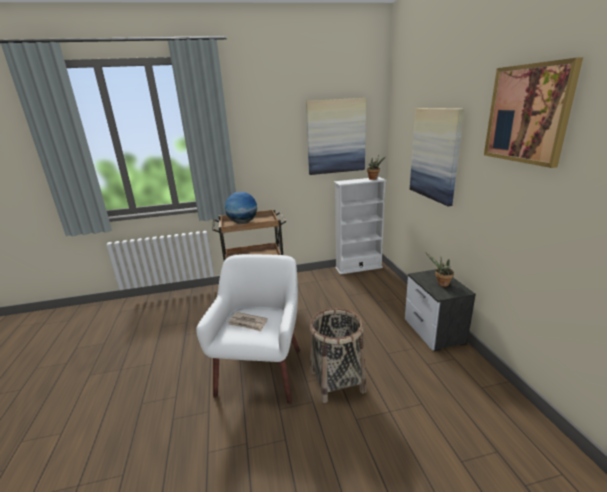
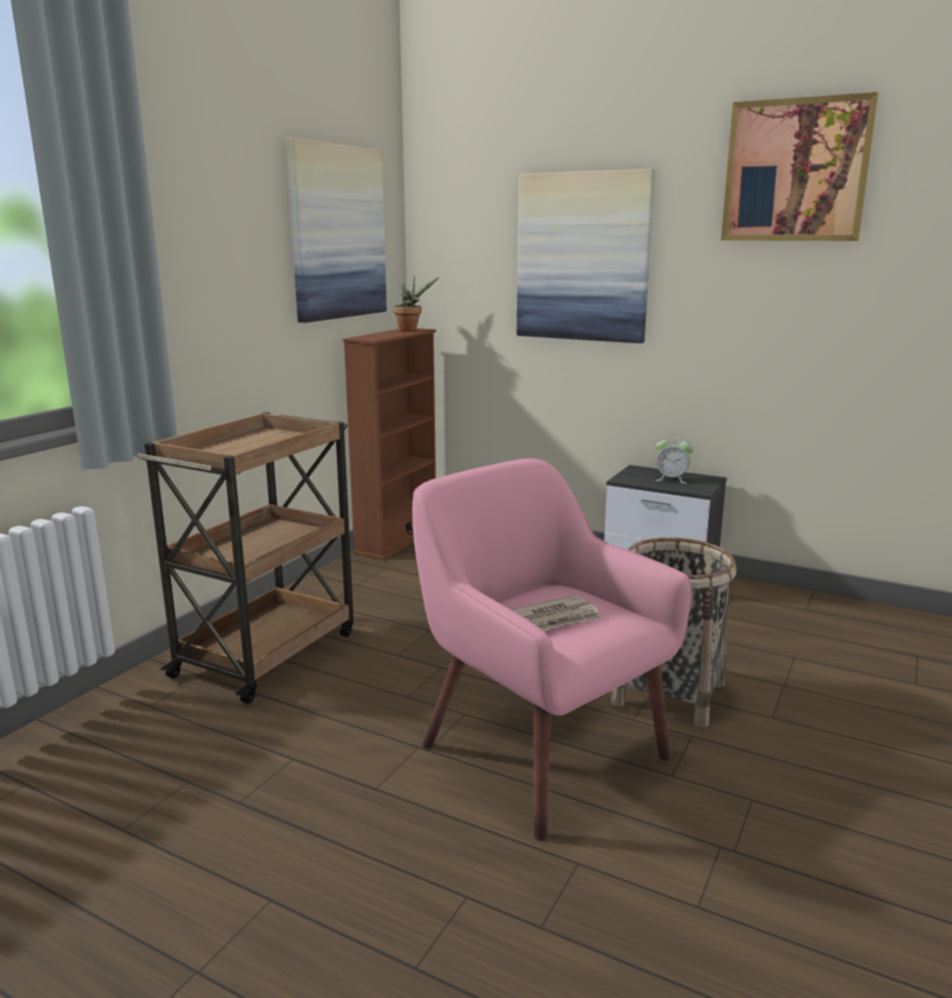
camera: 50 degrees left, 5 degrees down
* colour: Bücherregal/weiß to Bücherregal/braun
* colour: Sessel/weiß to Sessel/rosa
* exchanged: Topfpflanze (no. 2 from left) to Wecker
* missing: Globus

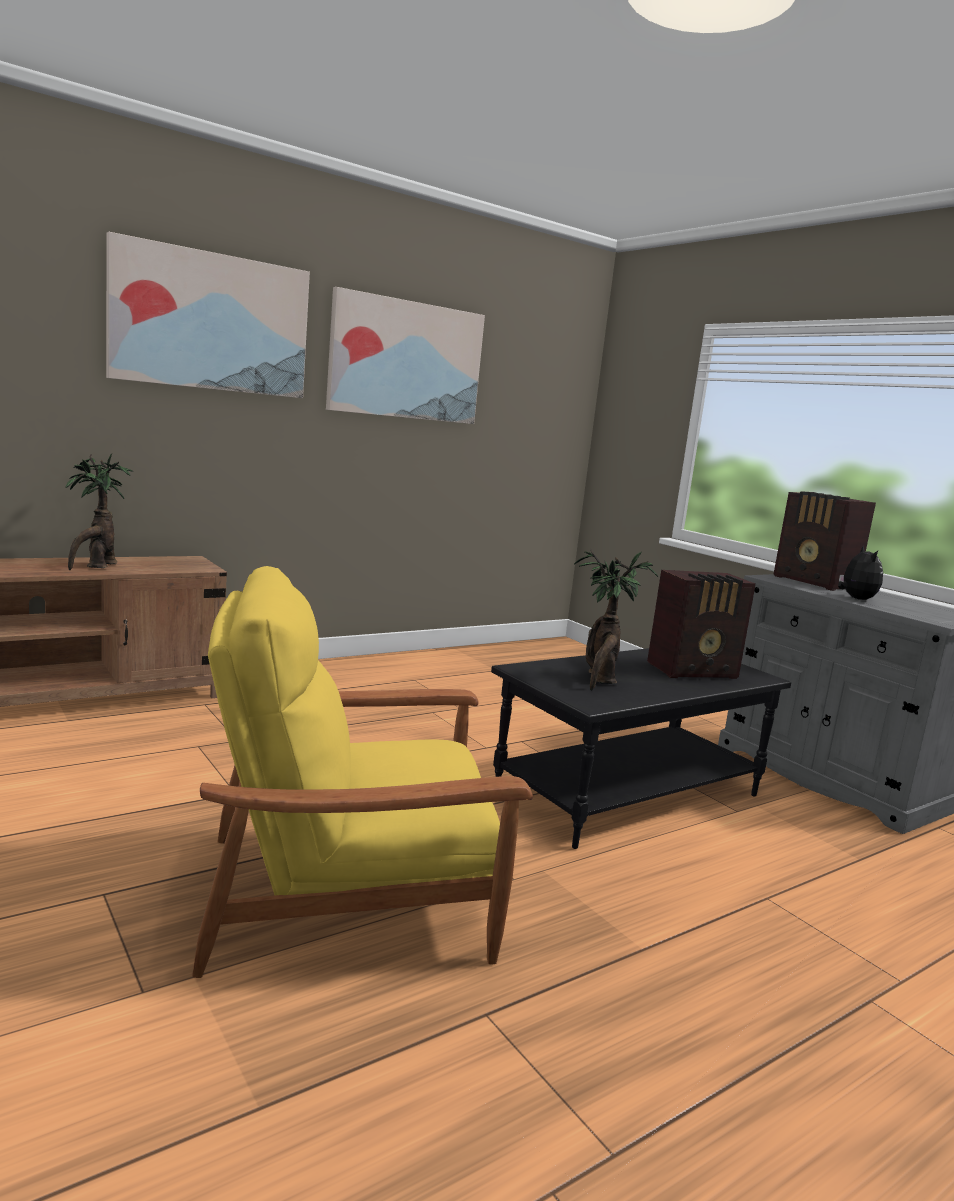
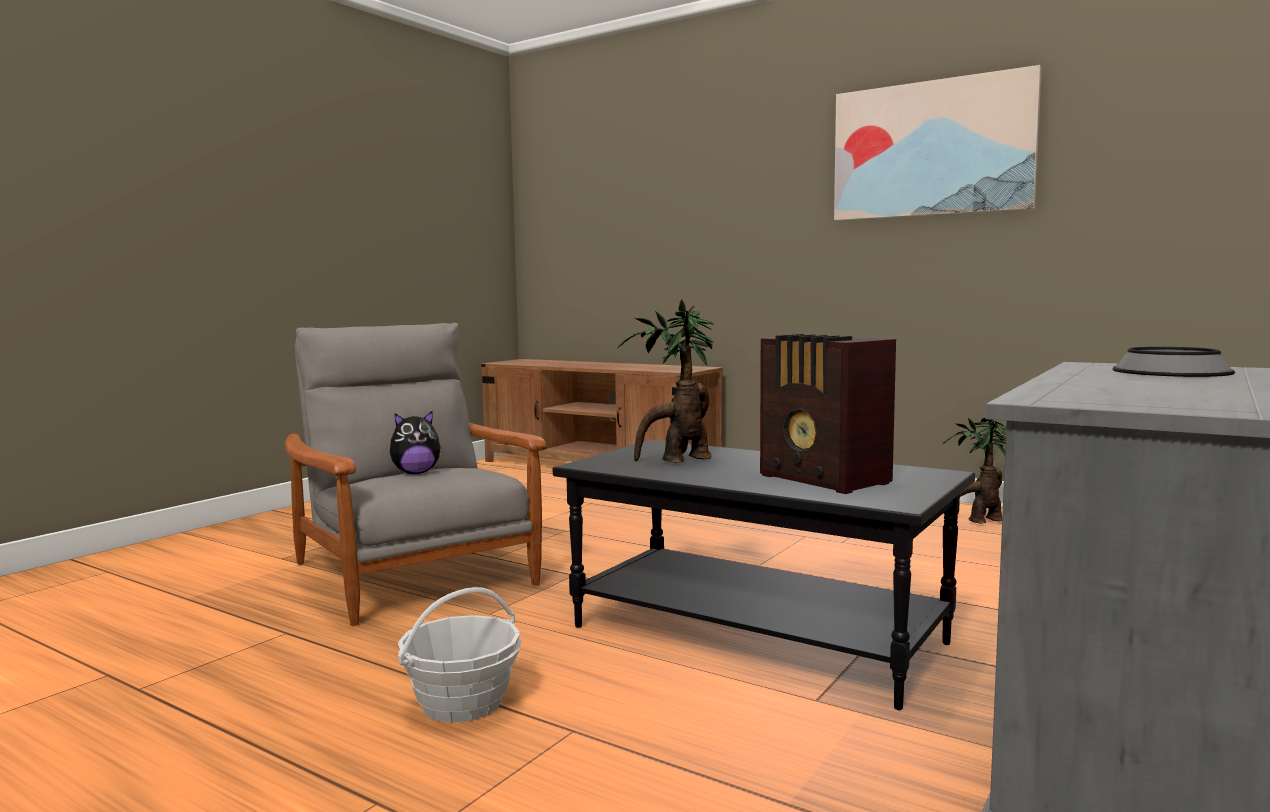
camera: 70 degrees right, 5 degrees down
* colour: Sessel/gelb to Sessel/grau
* relocated: Plüschtier
* appeared: Korb
* relocated: Topfpflanze (no. 1 from left in the first image) to Topfpflanze (no. 2 from left)
* exchanged: Radio (no. 2 from left) to Schüssel
* missing: Bild (no. 1 from left)

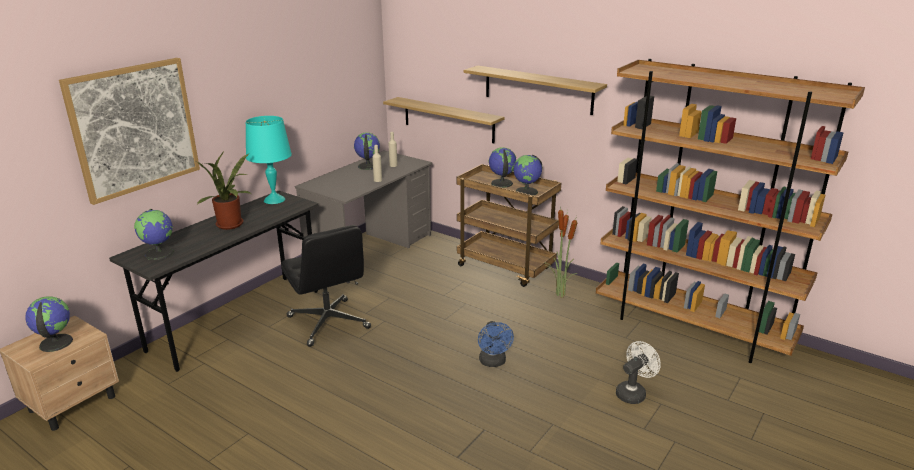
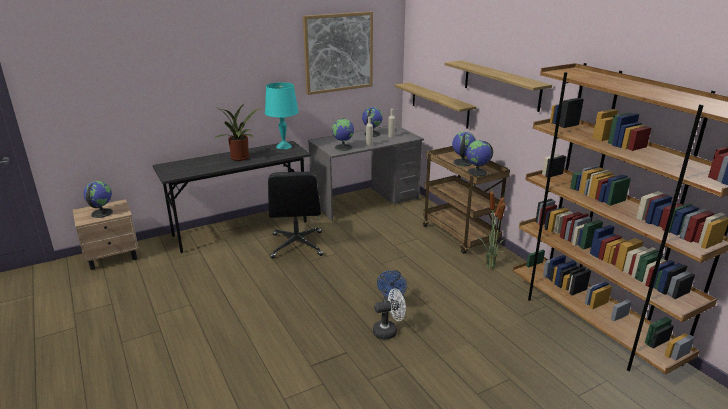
camera: 25 degrees right, 0 degrees up
* relocated: Bild
* relocated: Globus (no. 2 from left)
* relocated: Ventilator/weiß

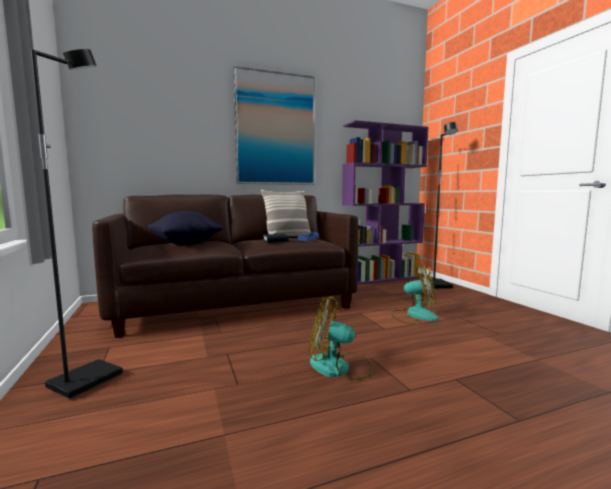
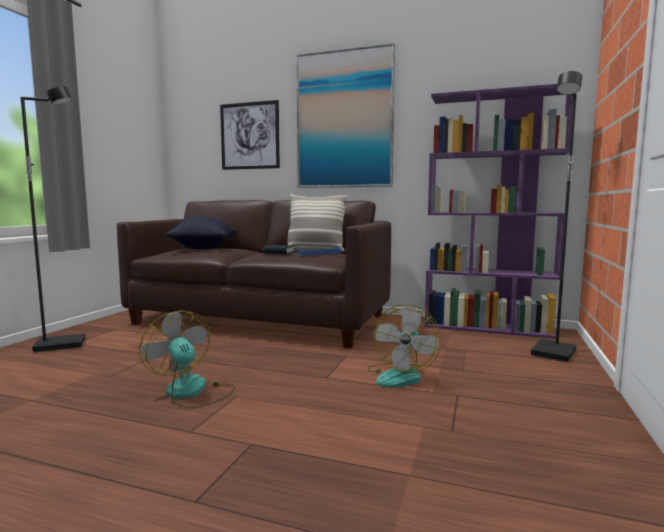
camera: 40 degrees right, 0 degrees up
* appeared: Bild (no. 1 from left)
* spun: Ventilator (no. 2 from left) 60 degrees clockwise

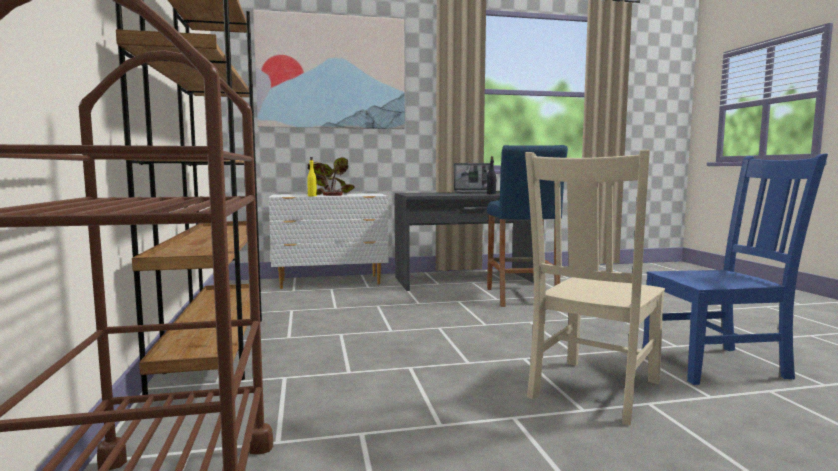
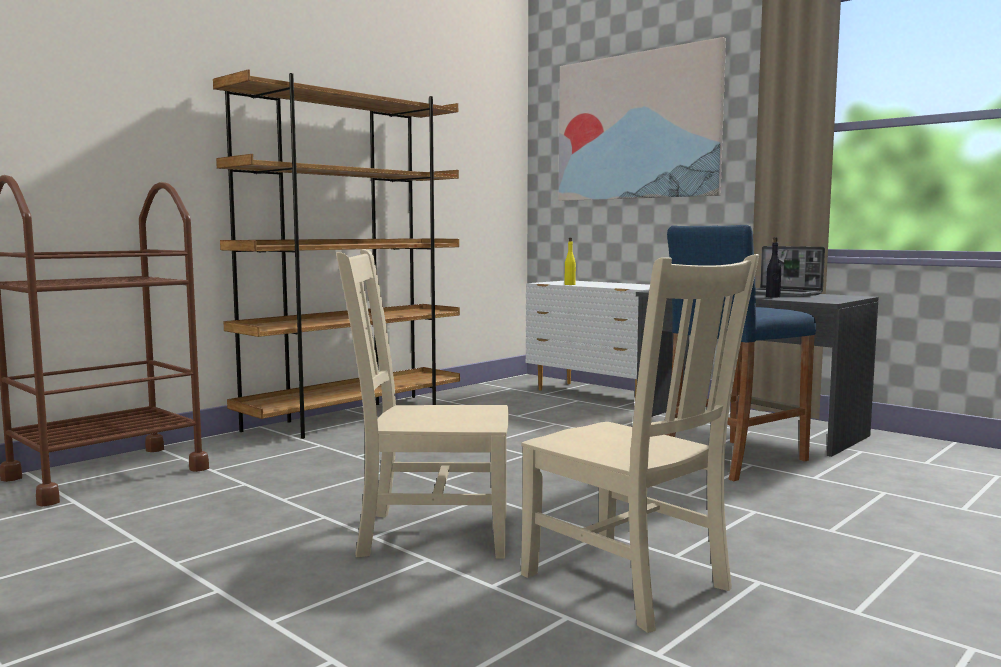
camera: 55 degrees right, 0 degrees up
* colour: Stuhl/blau to Stuhl/beige (no. 2 from left)
* missing: Topfpflanze

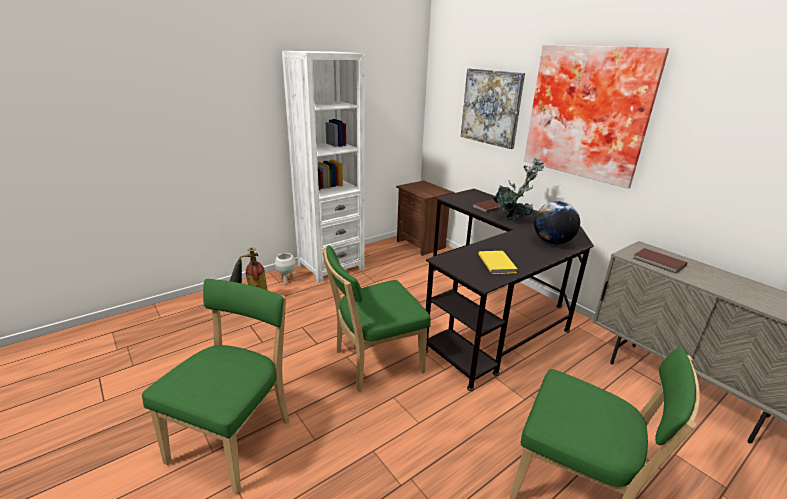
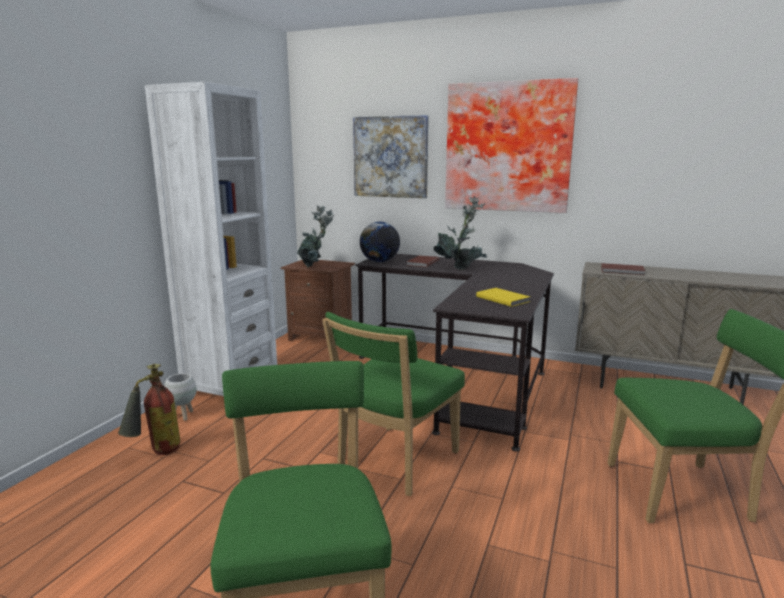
camera: 30 degrees left, 10 degrees down
* appeared: Topfpflanze (no. 1 from left)
* relocated: Globus

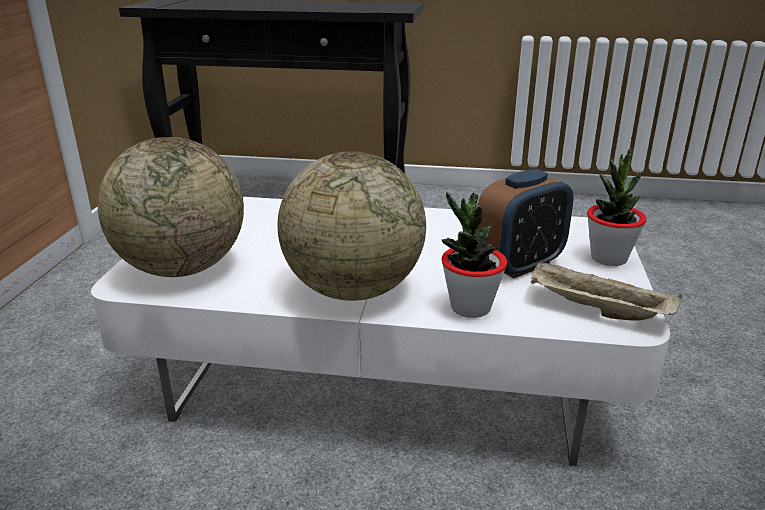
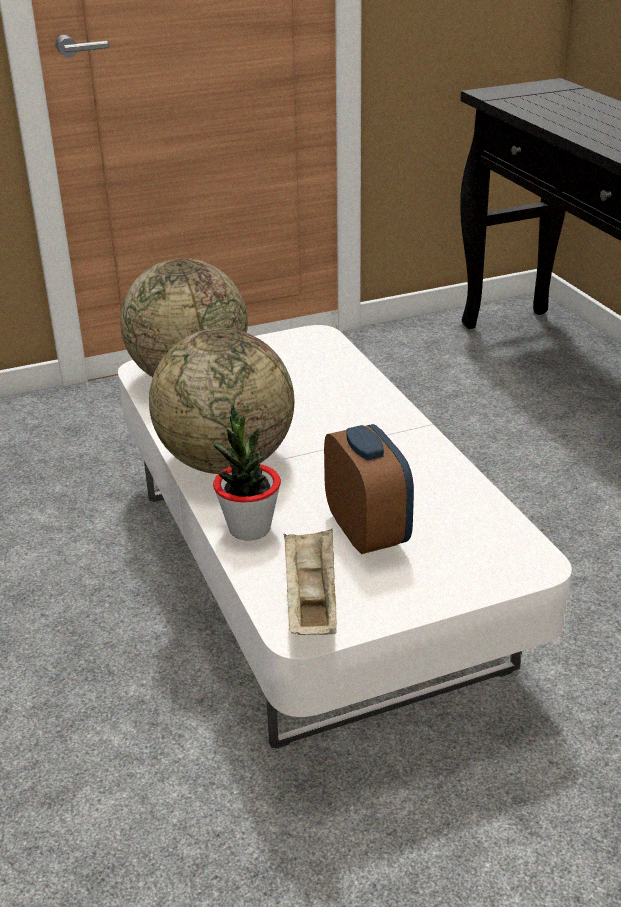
camera: 60 degrees right, 5 degrees up
* spun: Wecker 135 degrees counterclockwise
* missing: Topfpflanze (no. 2 from left)

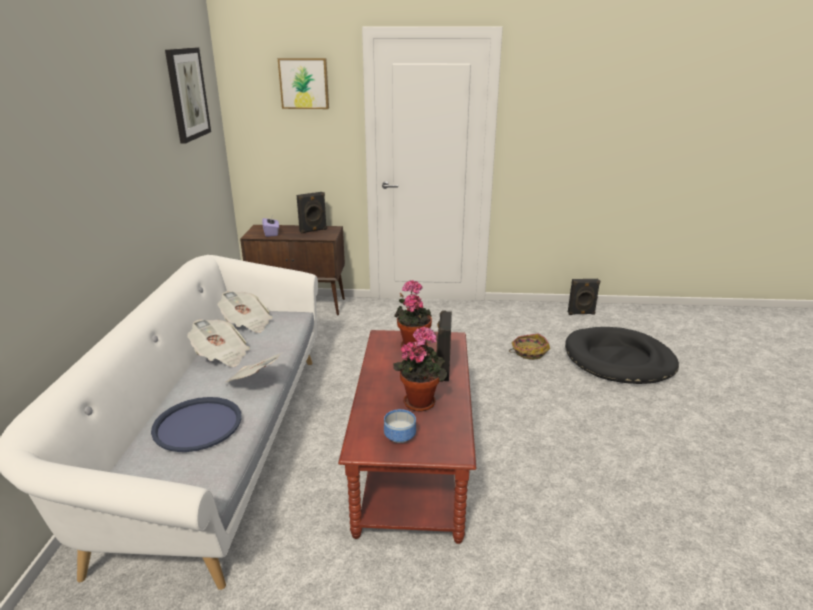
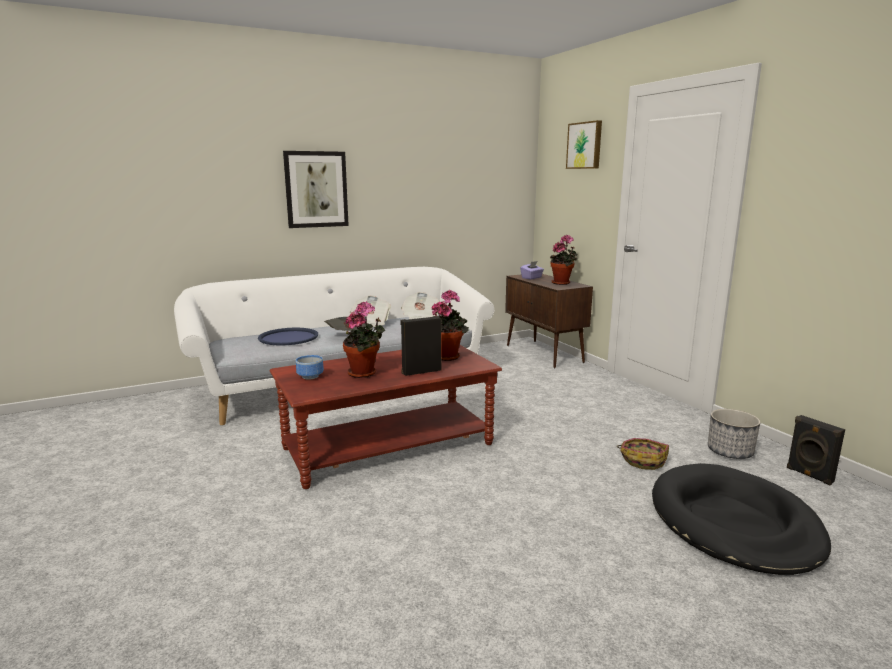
camera: 60 degrees right, 10 degrees down
* relocated: Bild (no. 1 from left)
* exchanged: Lautsprecher/schwarz (no. 1 from left) to Topfpflanze (no. 3 from left)
* appeared: Pflanzkübel

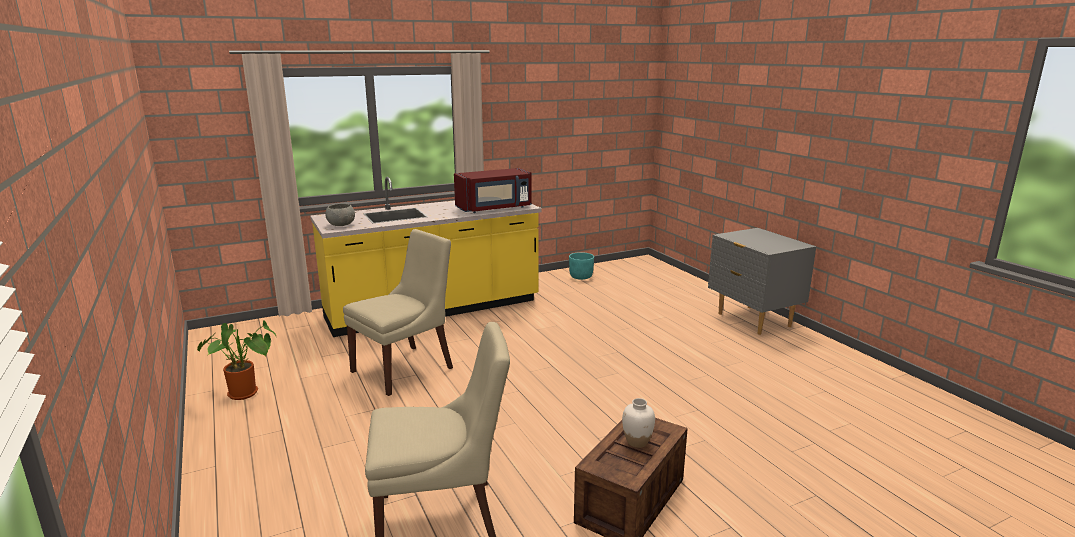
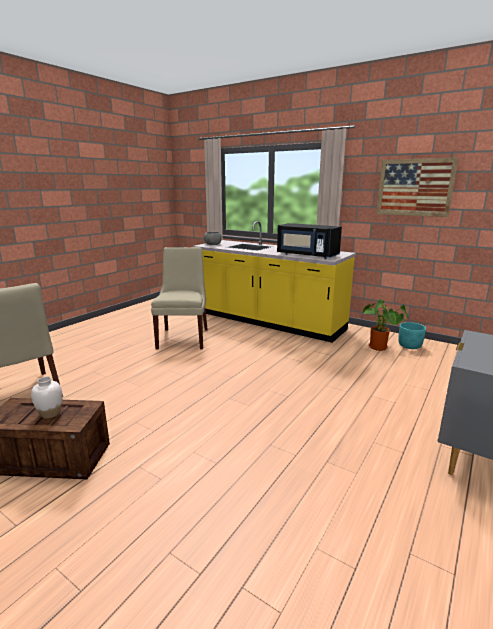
camera: 60 degrees right, 0 degrees up
* spun: Stuhl/beige (no. 1 from left in the first image) 105 degrees counterclockwise
* colour: Mikrowelle/rot to Mikrowelle/schwarz
* relocated: Topfpflanze
* appeared: Bild

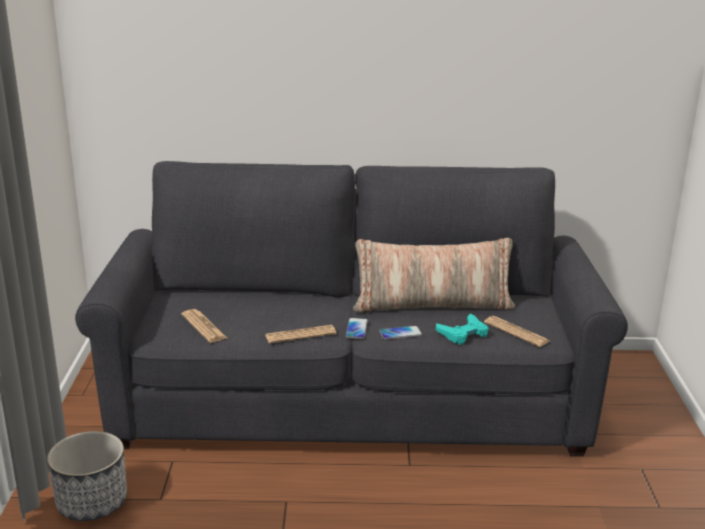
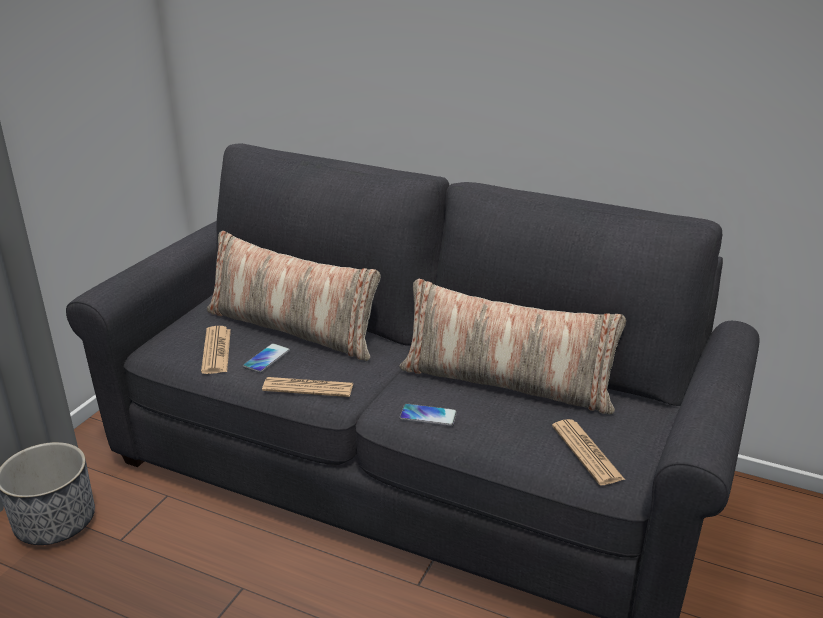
camera: 25 degrees right, 5 degrees up
* appeared: Kissen (no. 1 from left)
* relocated: Handy (no. 1 from left)
* missing: Gamepad/türkis

